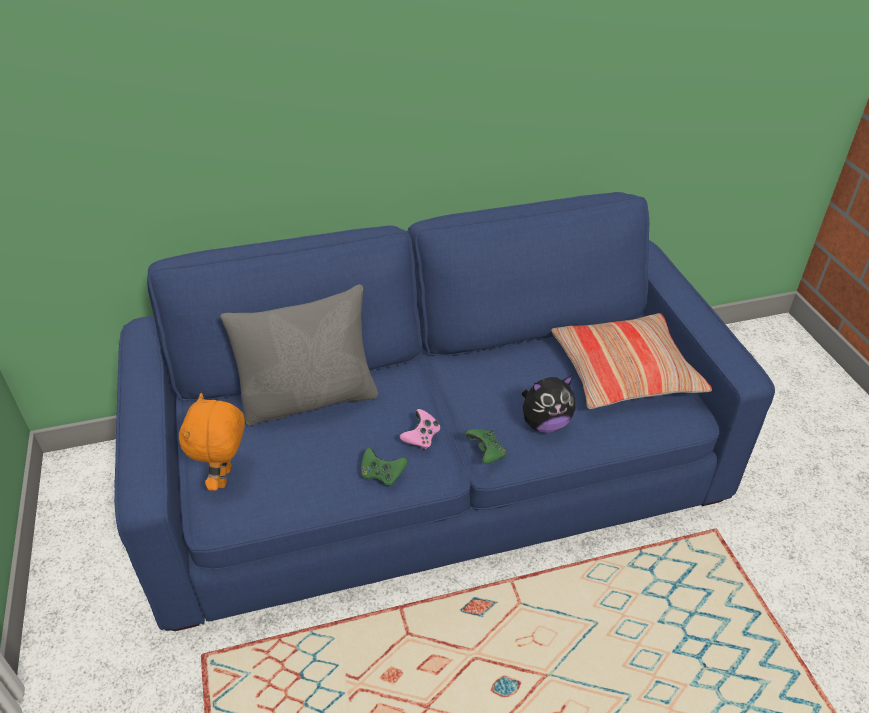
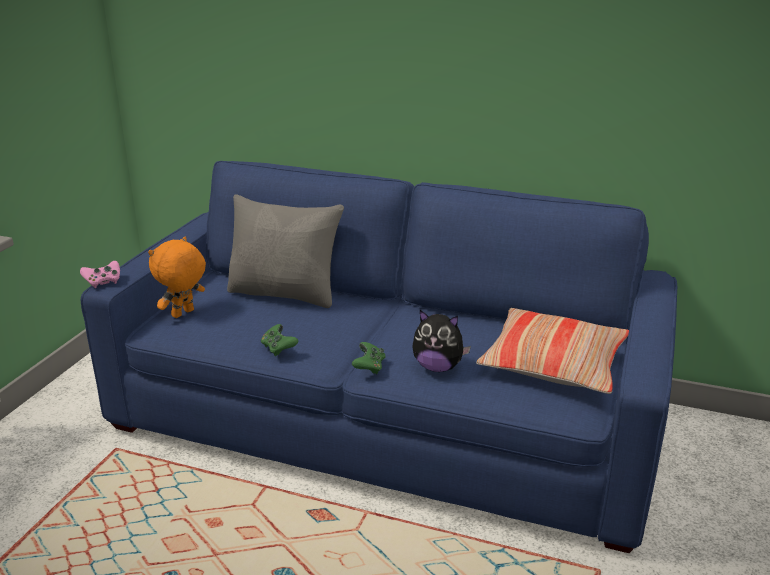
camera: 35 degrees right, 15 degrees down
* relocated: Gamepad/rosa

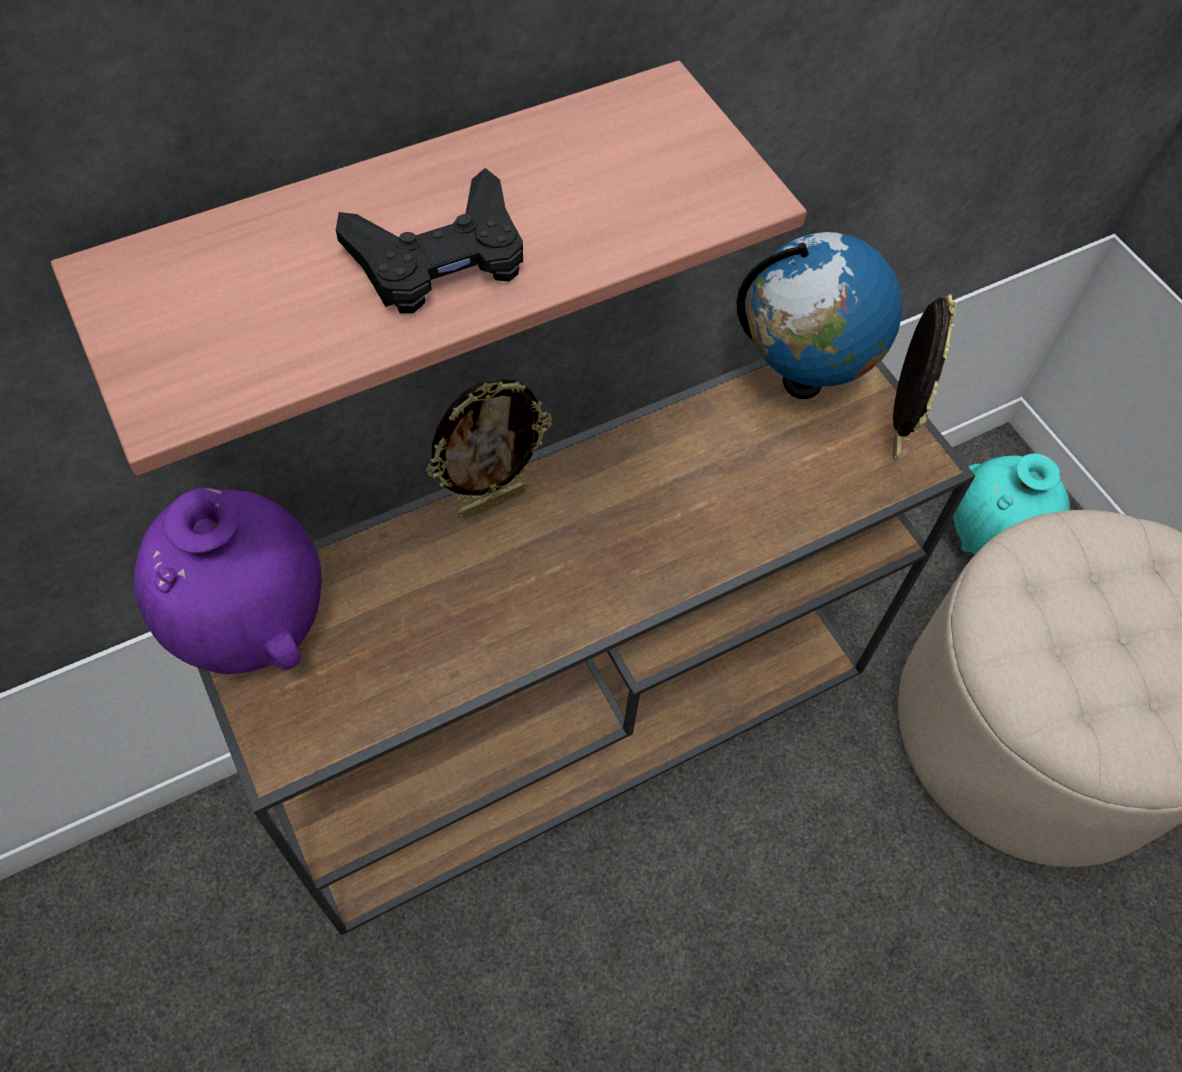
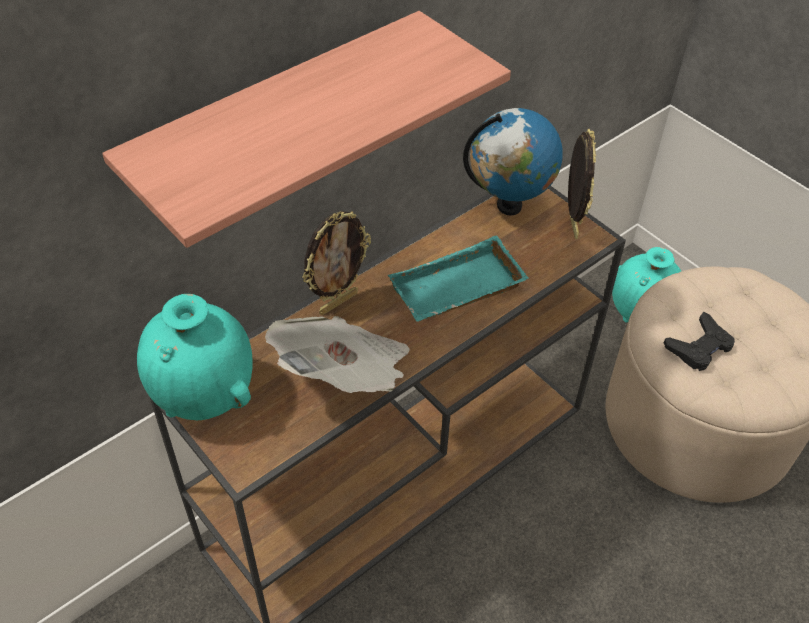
camera: 10 degrees left, 10 degrees down
* colour: Vase/lila to Vase/türkis (no. 1 from left)
* appeared: Zeitung
* appeared: Tablett/türkis
* relocated: Gamepad/schwarz

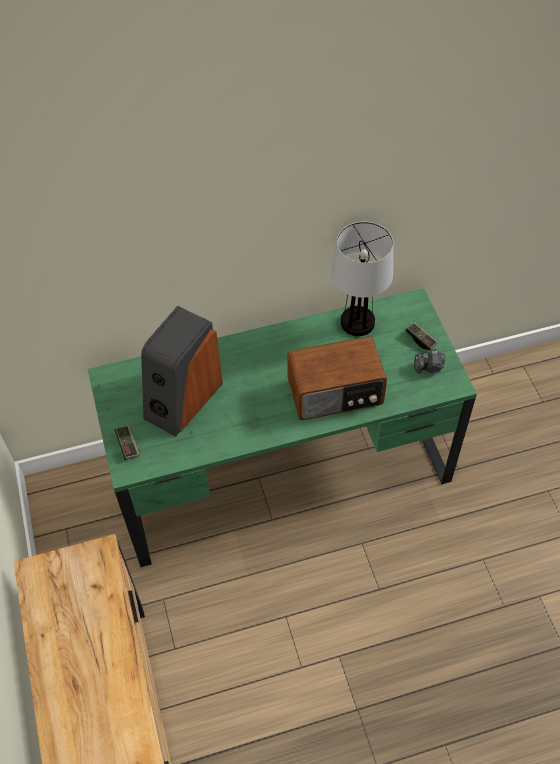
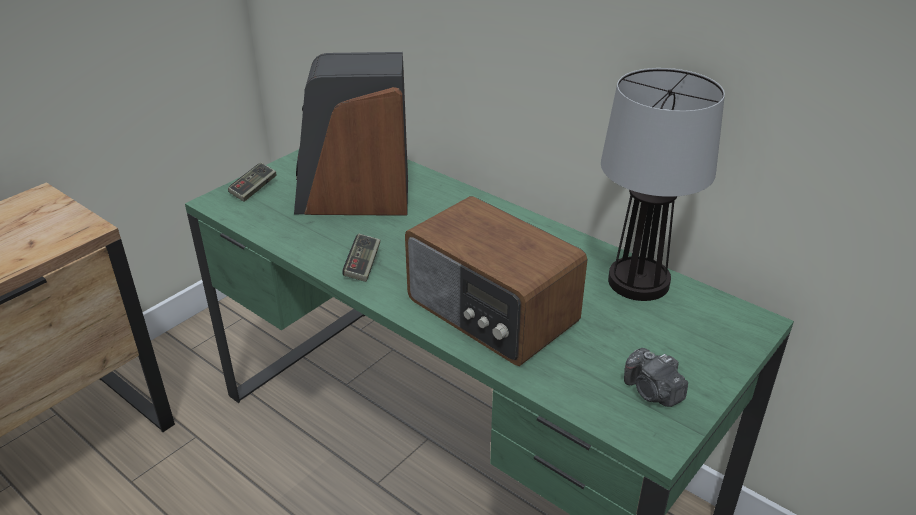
camera: 55 degrees right, 20 degrees down
* relocated: Gamepad (no. 2 from left)

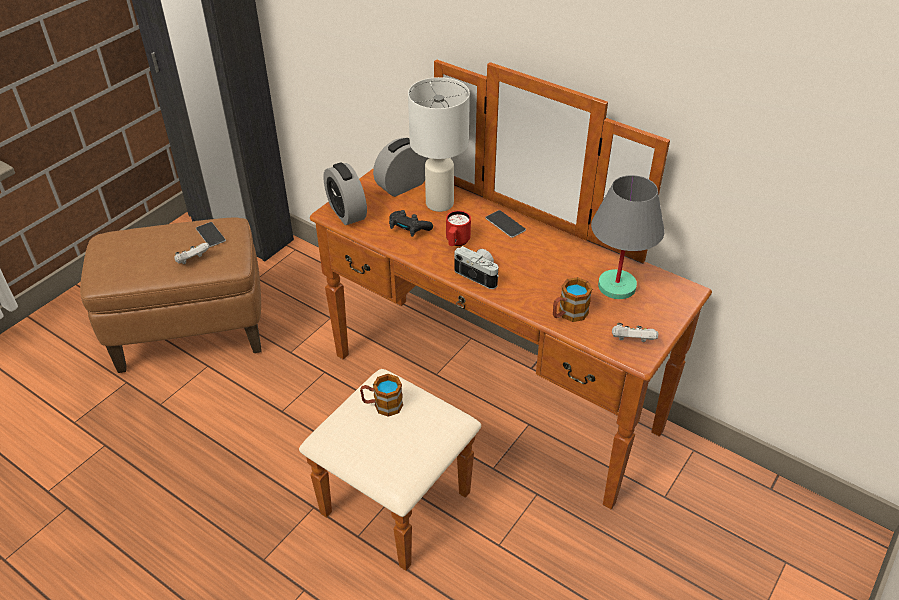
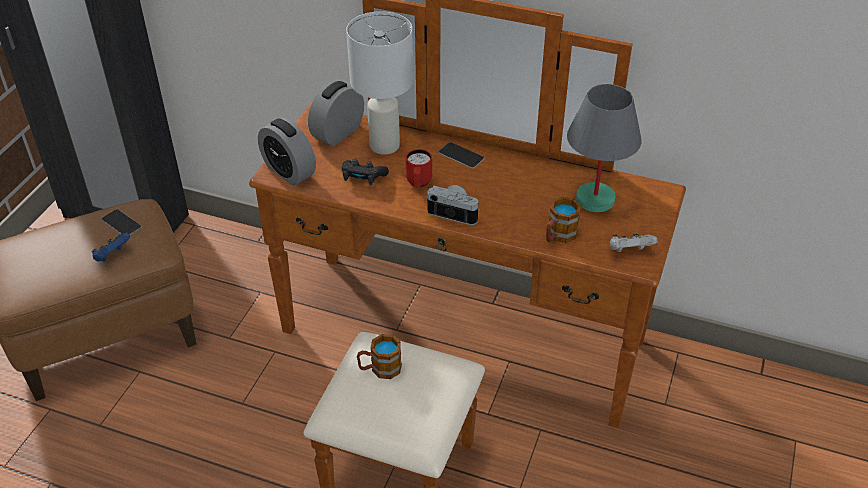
camera: 15 degrees left, 0 degrees up
* colour: Gamepad/weiß (no. 1 from left) to Gamepad/blau

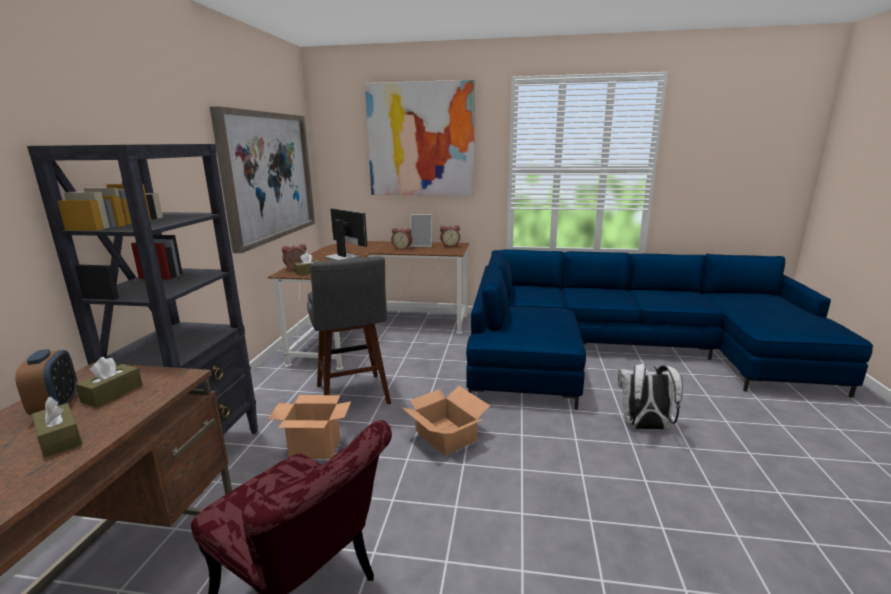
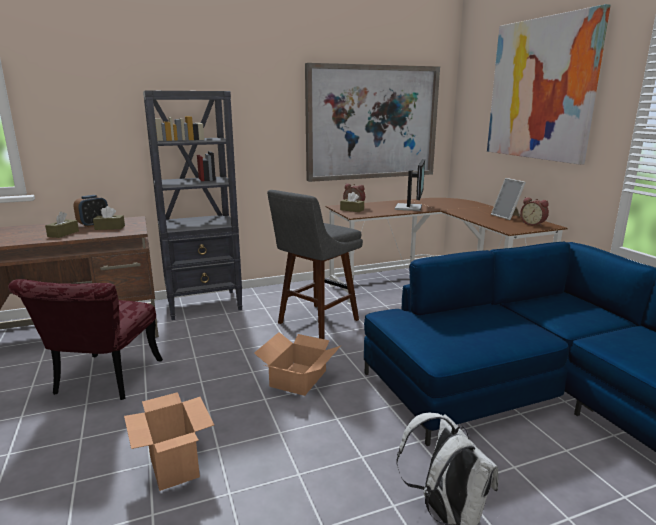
camera: 60 degrees right, 0 degrees up
* relocated: Karton (no. 1 from left)
* missing: Wecker (no. 3 from left)

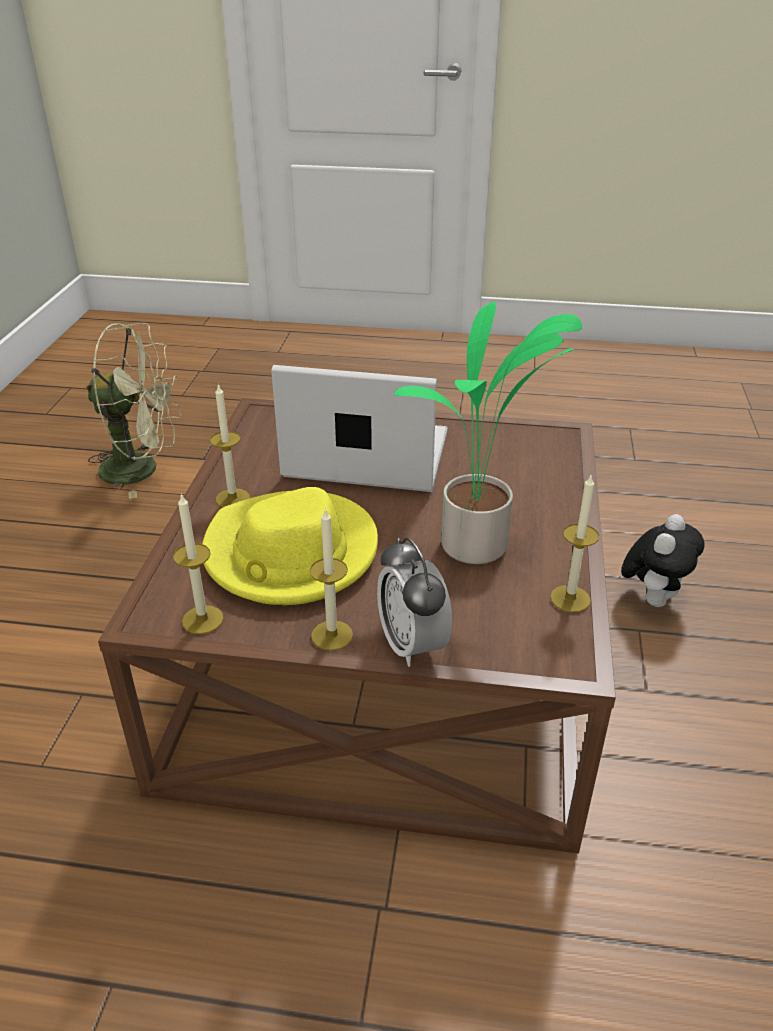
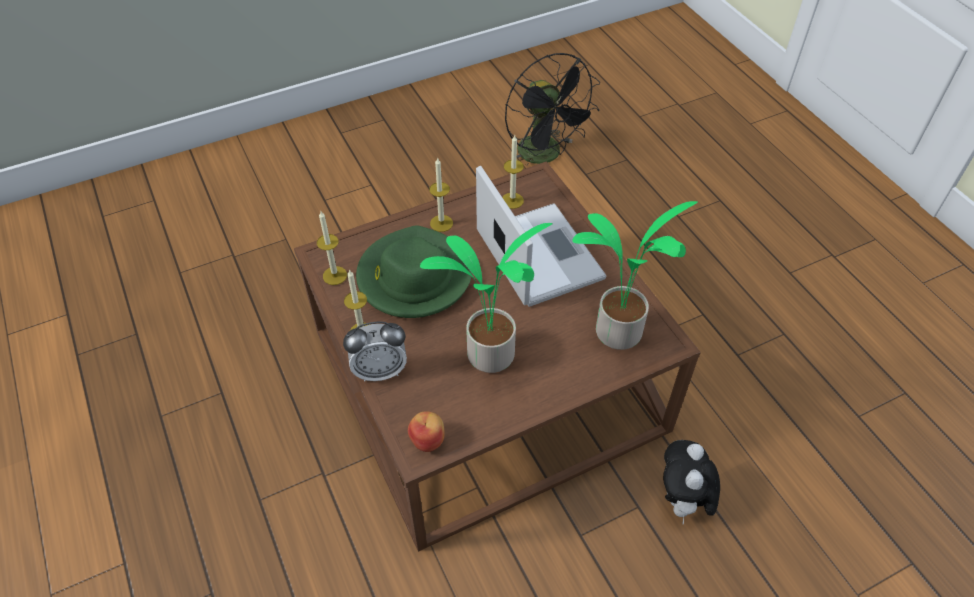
camera: 55 degrees right, 15 degrees up
* spun: Wecker 135 degrees counterclockwise
* colour: Hut/gelb to Hut/grün
* appeared: Apfel
* relocated: Kerze (no. 4 from left)
* colour: Ventilator/grün to Ventilator/schwarz
* appeared: Topfpflanze (no. 2 from left)
* spun: Plüschtier 105 degrees clockwise

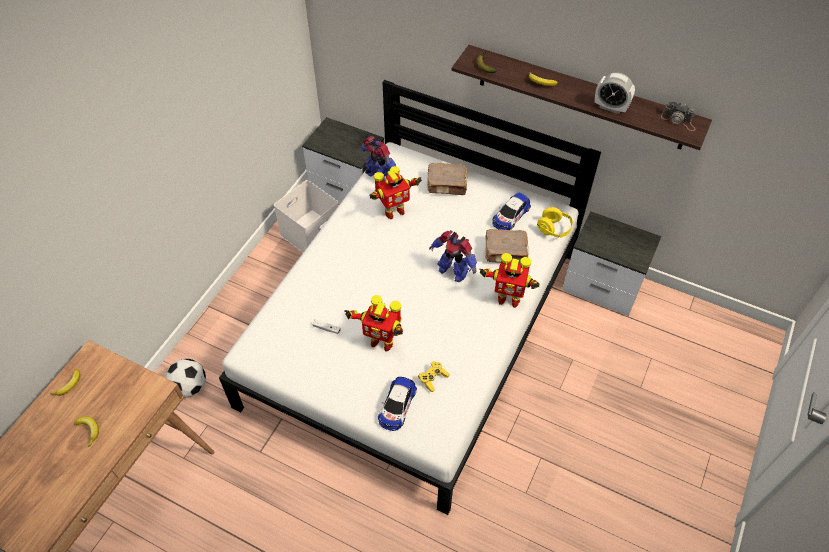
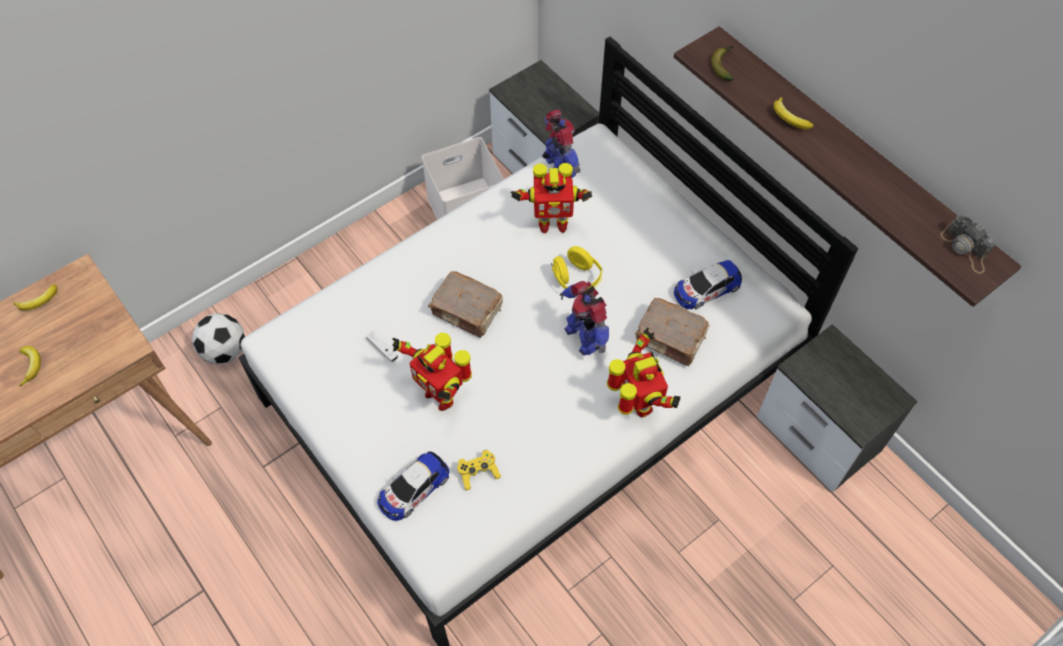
camera: 25 degrees right, 5 degrees up
* relocated: Buch/braun (no. 1 from left)
* relocated: Kopfhörer/gelb
* spun: Spielzeugroboter (no. 5 from left) 150 degrees counterclockwise
* missing: Wecker

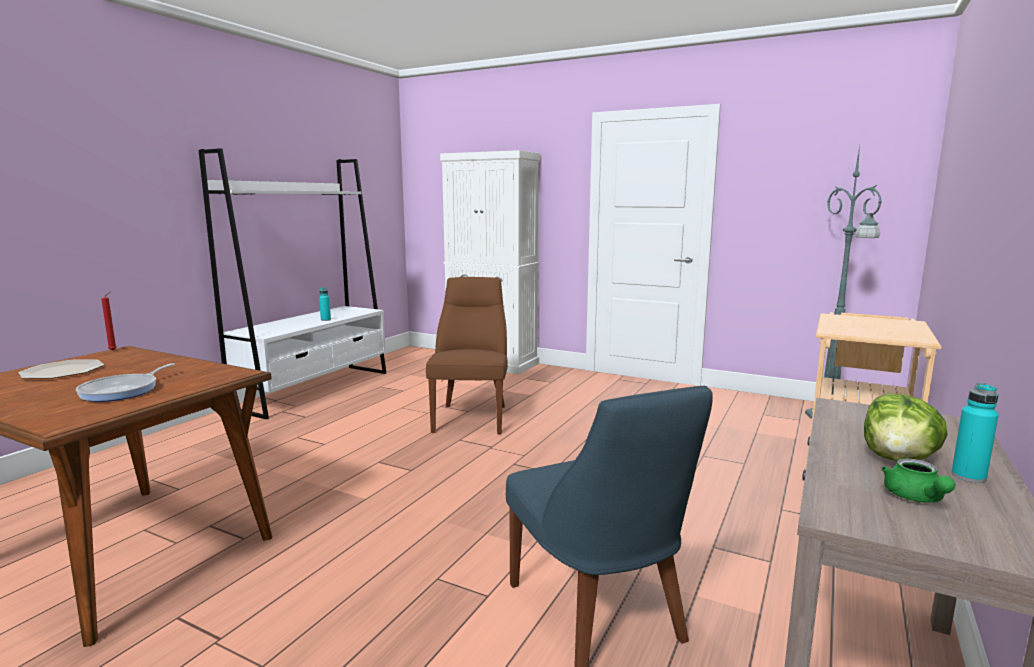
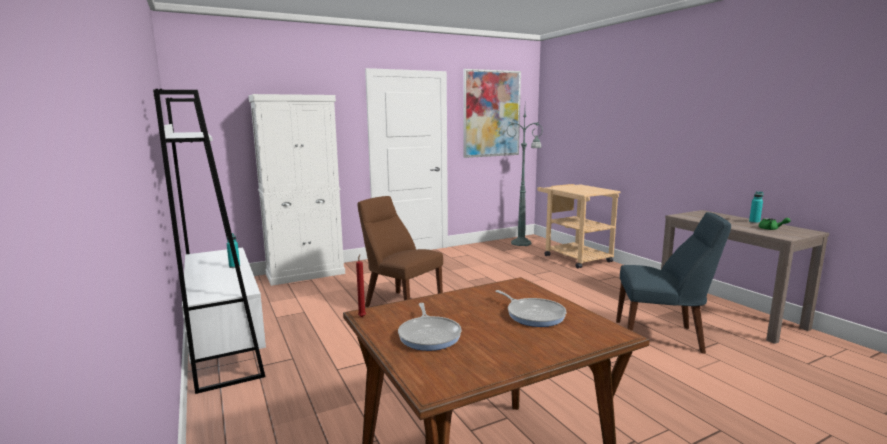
camera: 55 degrees left, 0 degrees up
* exchanged: Teller to Pfanne (no. 1 from left)
* appeared: Bild
* missing: Salatkopf

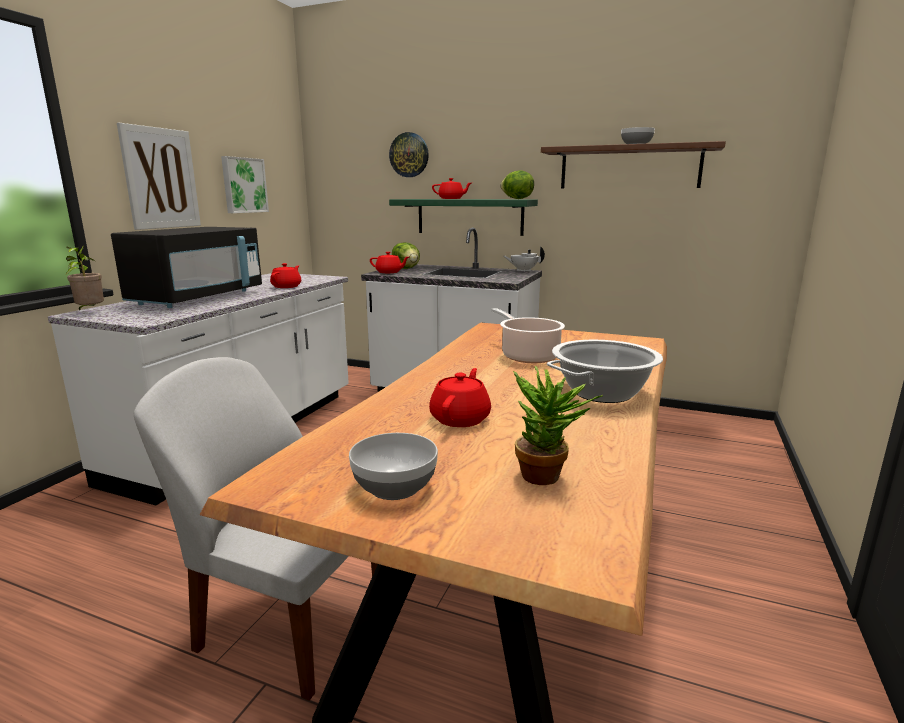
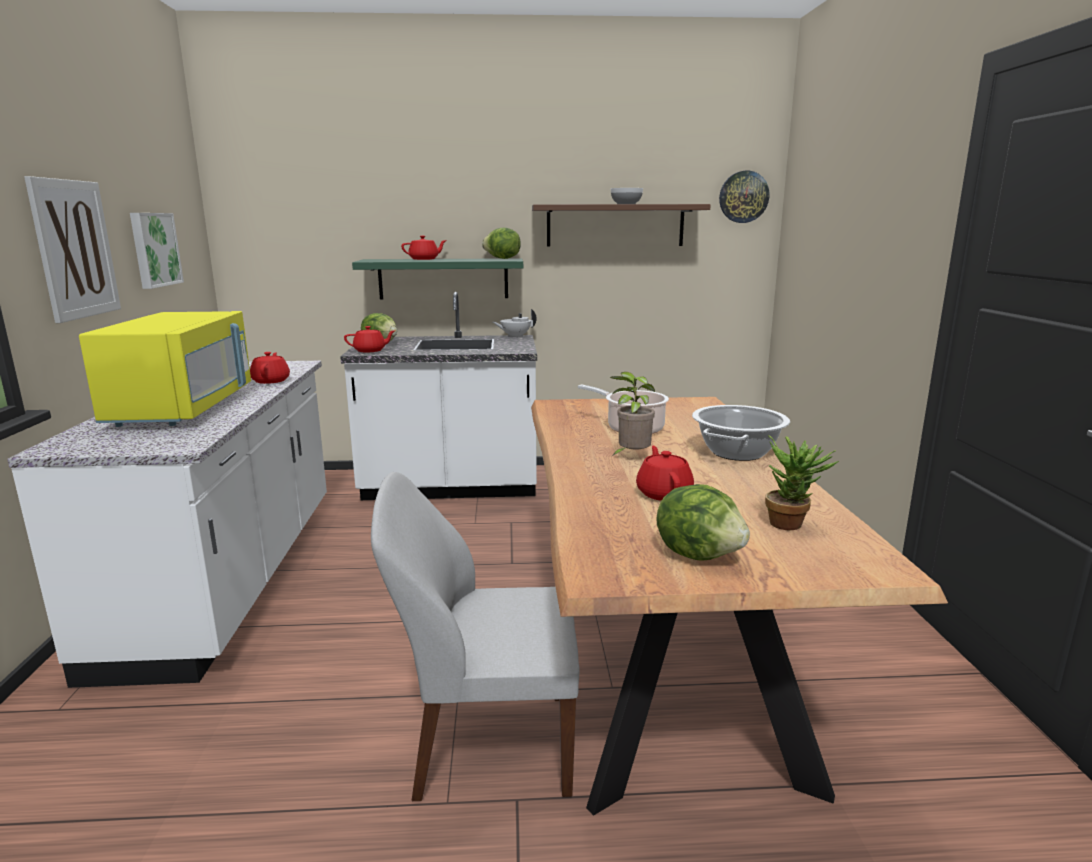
camera: 25 degrees left, 0 degrees up
* colour: Mikrowelle/schwarz to Mikrowelle/gelb
* relocated: Topfpflanze (no. 1 from left)
* exchanged: Schüssel (no. 1 from left) to Salatkopf (no. 3 from left)
* relocated: Wanduhr

